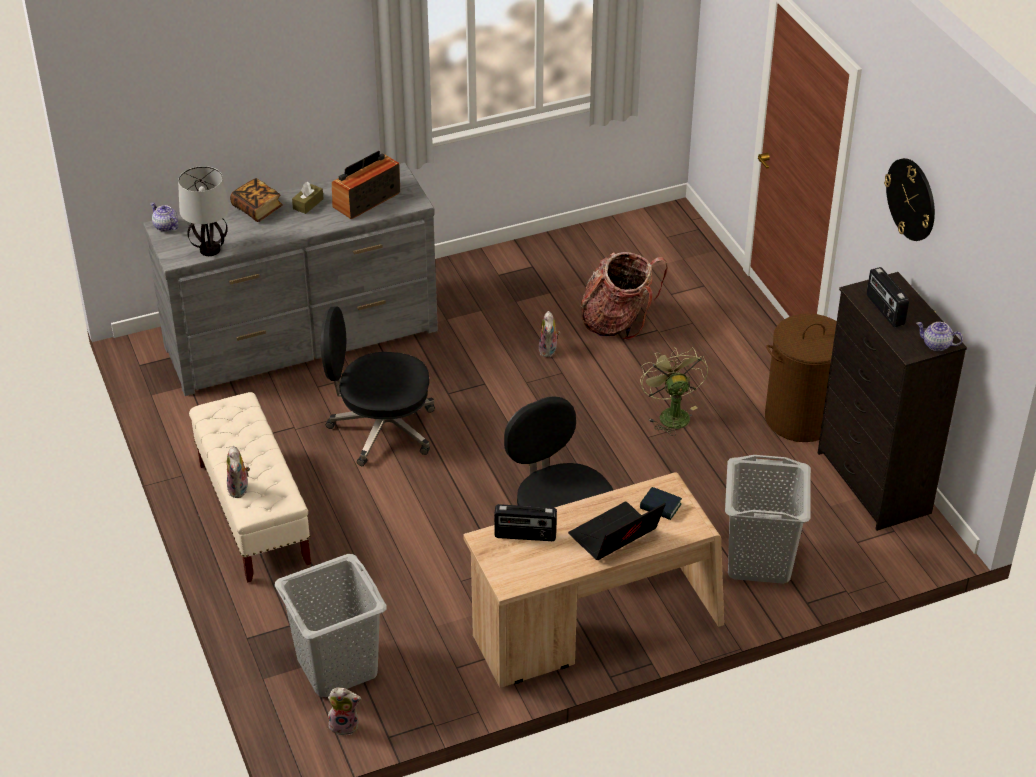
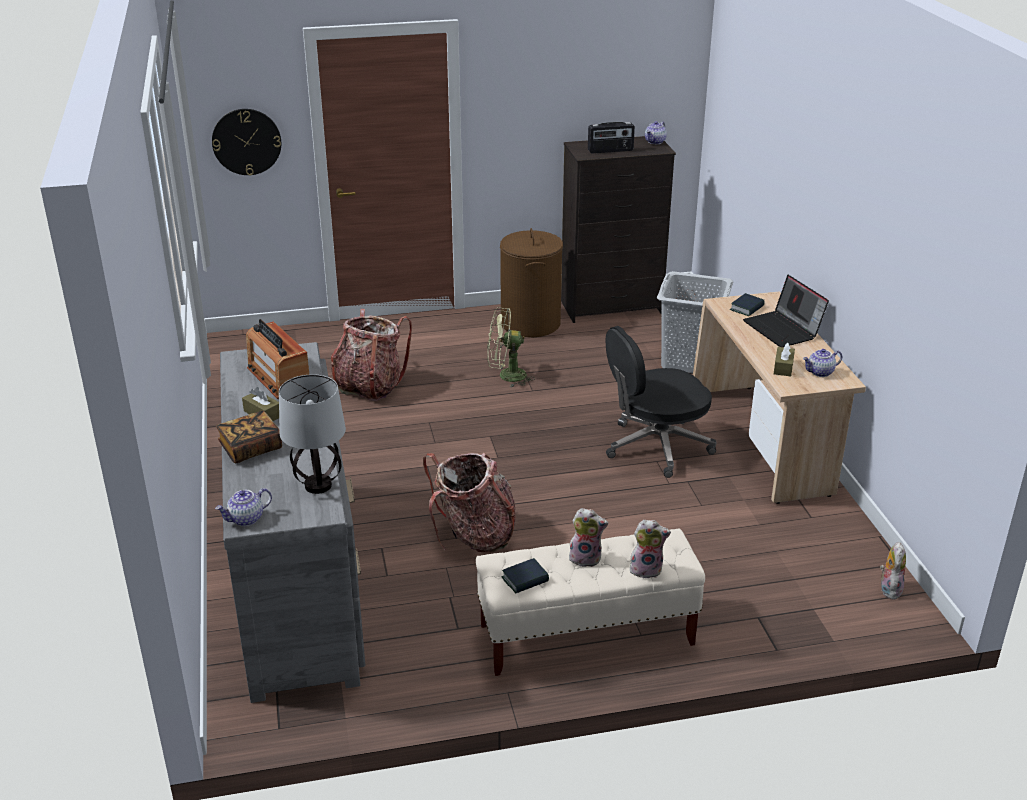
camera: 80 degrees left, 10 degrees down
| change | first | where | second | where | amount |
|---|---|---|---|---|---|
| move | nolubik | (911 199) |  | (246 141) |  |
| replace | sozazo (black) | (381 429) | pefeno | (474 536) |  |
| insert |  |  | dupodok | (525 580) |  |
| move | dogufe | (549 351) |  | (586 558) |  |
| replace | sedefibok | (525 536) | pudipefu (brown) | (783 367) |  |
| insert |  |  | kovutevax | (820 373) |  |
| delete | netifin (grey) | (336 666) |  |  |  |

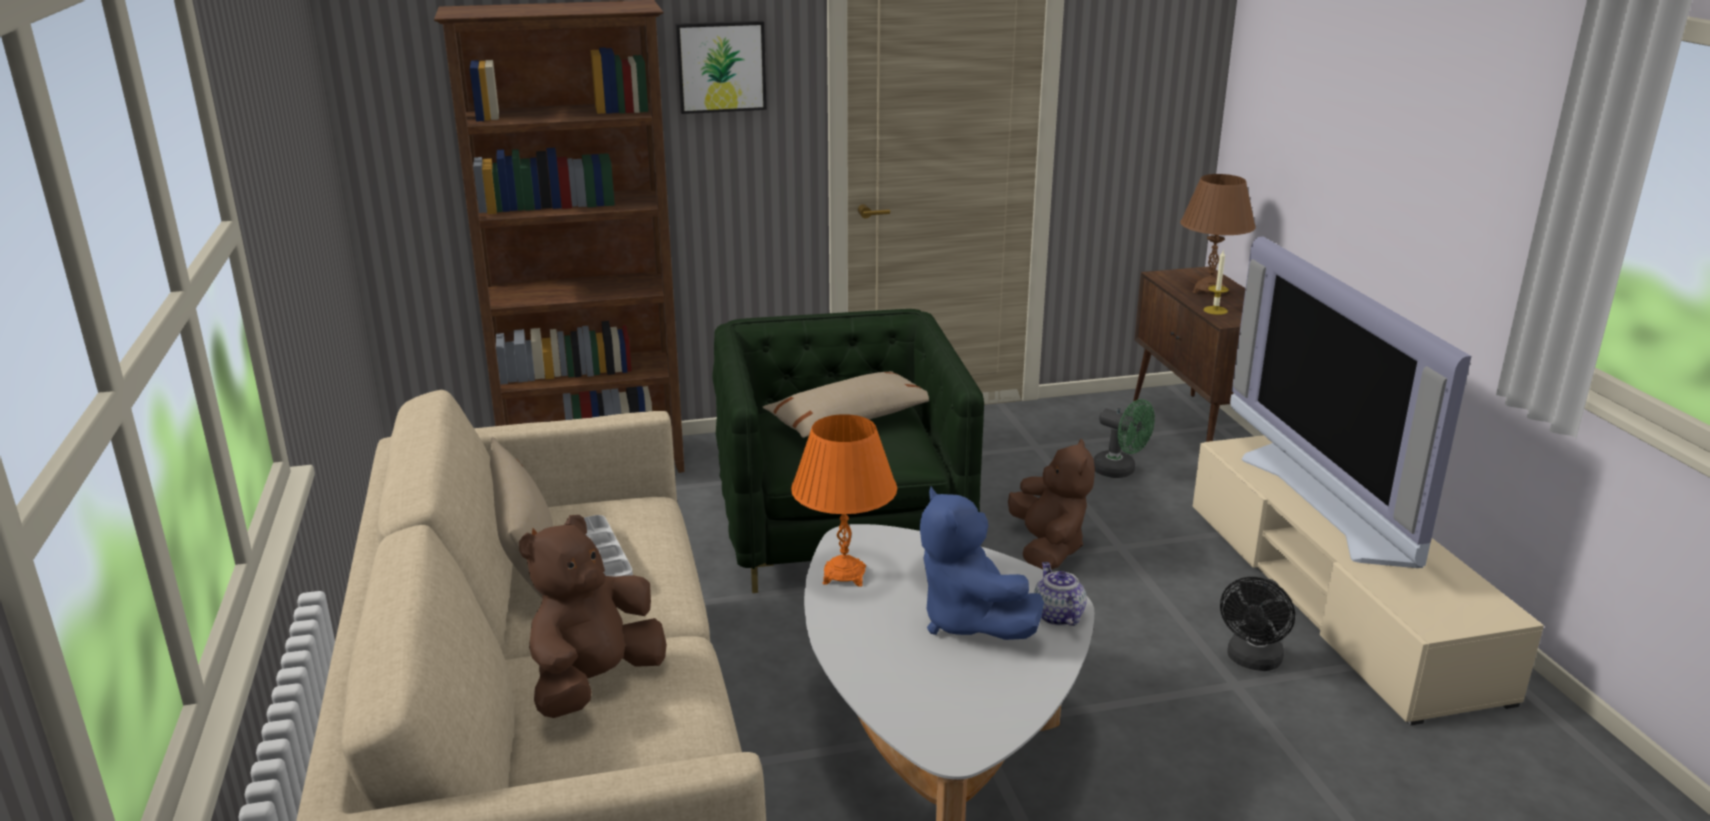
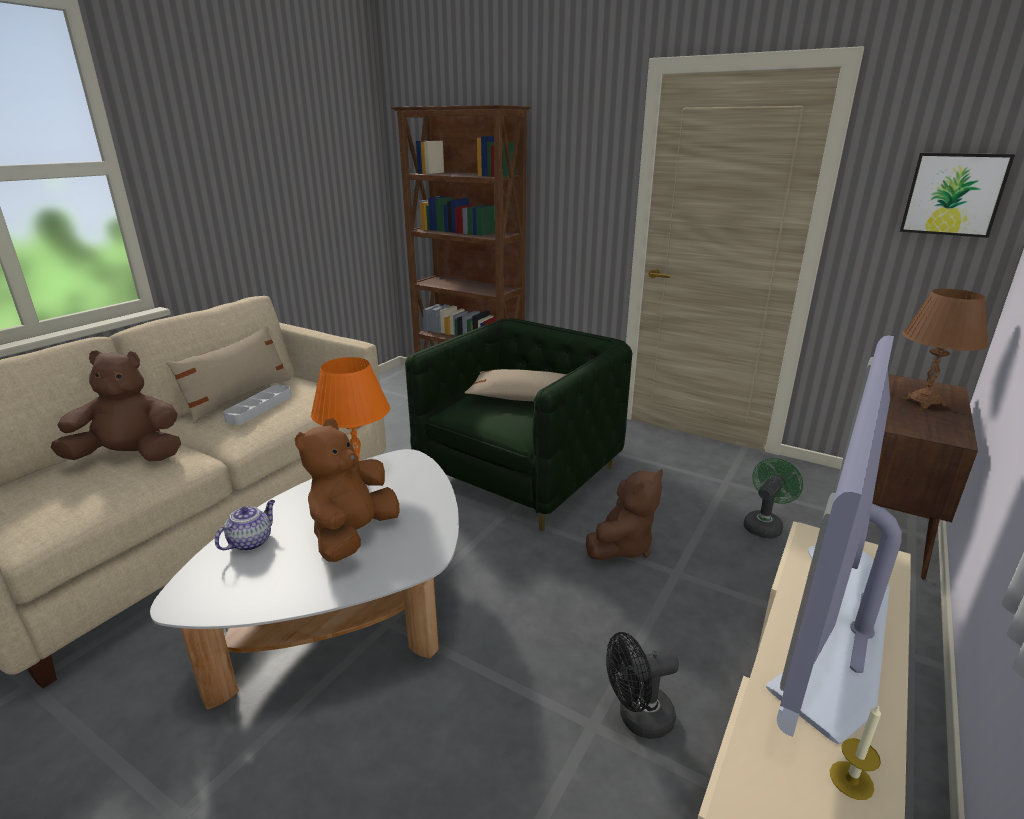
camera: 45 degrees right, 0 degrees up
| change | first | where | second | where | amount |
|---|---|---|---|---|---|
| move | kovutevax | (1057 615) |  | (251 541) |  |
| recolor | dogufe (blue) | (969 621) | dogufe (brown) | (353 536) |  |
| rotate | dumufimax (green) | (1120 471) |  | (764 525) | 135 degrees counterclockwise |
| move | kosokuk | (1215 310) |  | (851 780) |  |
| move | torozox | (721 66) |  | (953 194) |  |

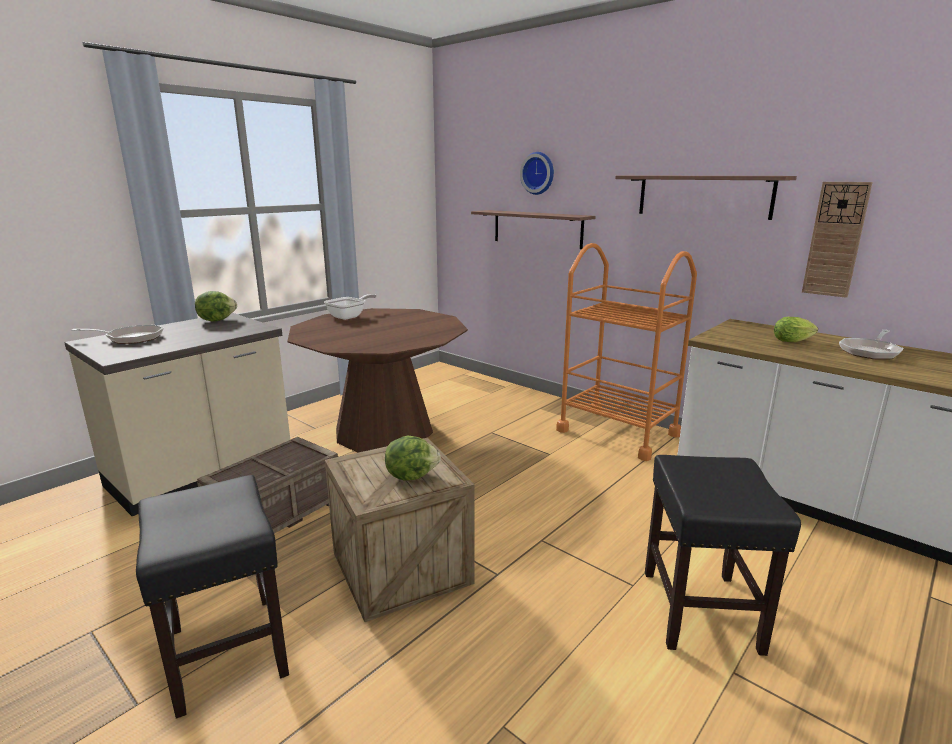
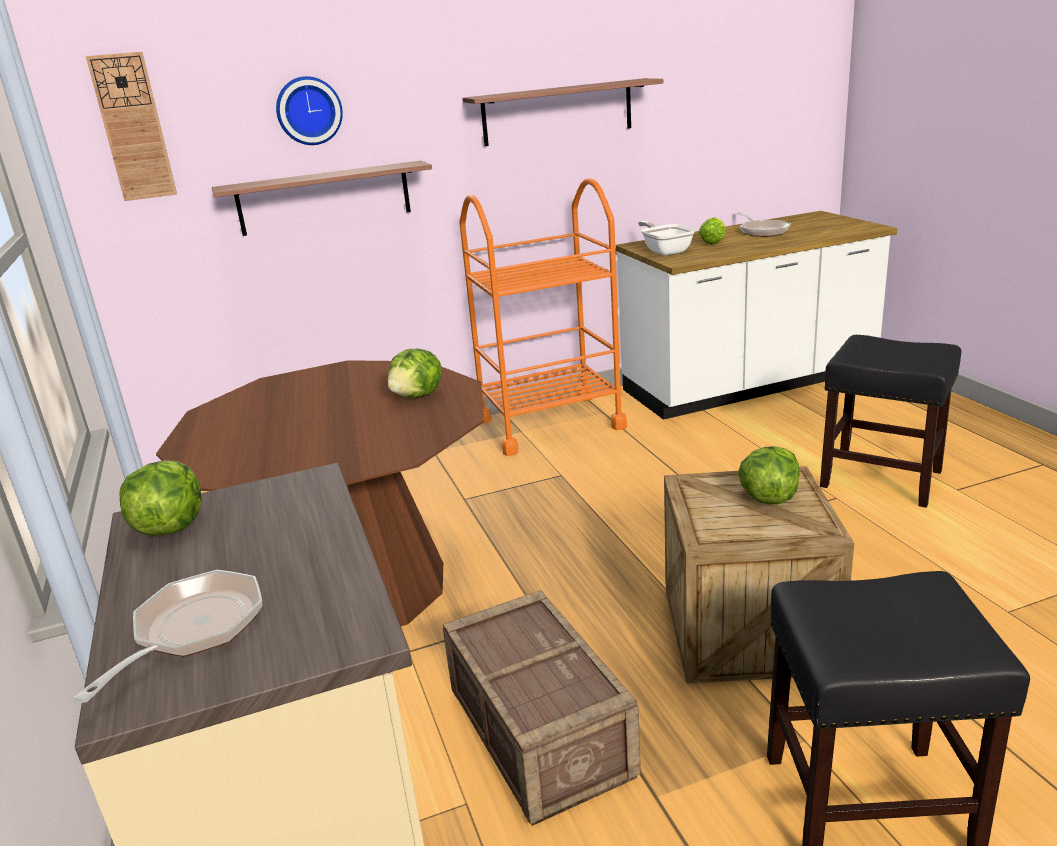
camera: 60 degrees left, 5 degrees up
| change | first | where | second | where | amount |
|---|---|---|---|---|---|
| move | nolubik | (835 239) |  | (133 127) |  |
| insert |  |  | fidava | (418 396) |  |
| move | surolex | (349 316) |  | (665 251) |  |

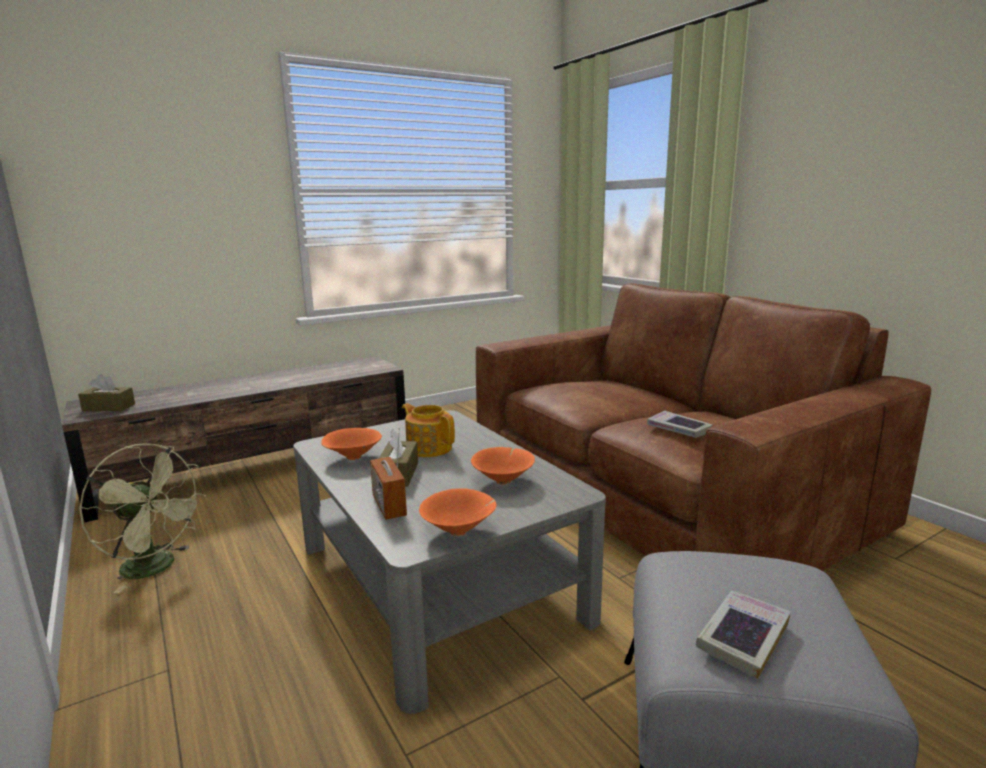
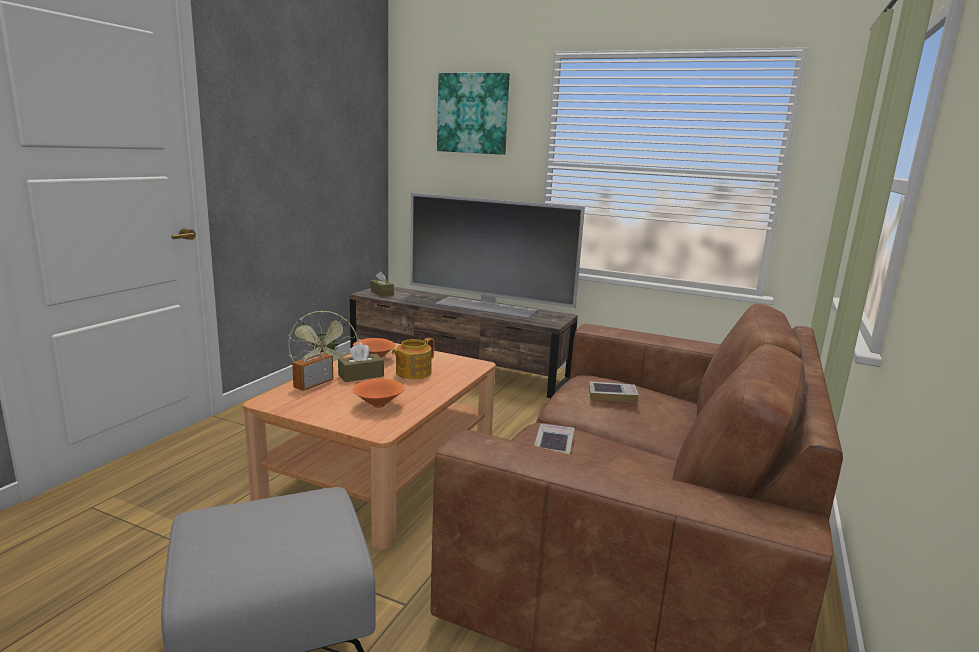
camera: 55 degrees right, 0 degrees up
| change | first | where | second | where | amount |
|---|---|---|---|---|---|
| recolor | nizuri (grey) | (439 581) | nizuri (brown) | (383 470) |  |
| rotate | kovutevax | (429 448) |  | (412 373) | 150 degrees counterclockwise |
| insert |  |  | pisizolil | (487 307) |  |
| insert |  |  | torozox | (473 113) |  |
| move | dupodok | (742 638) |  | (612 395) |  |
| delete | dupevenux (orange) | (460 531) |  |  |  |

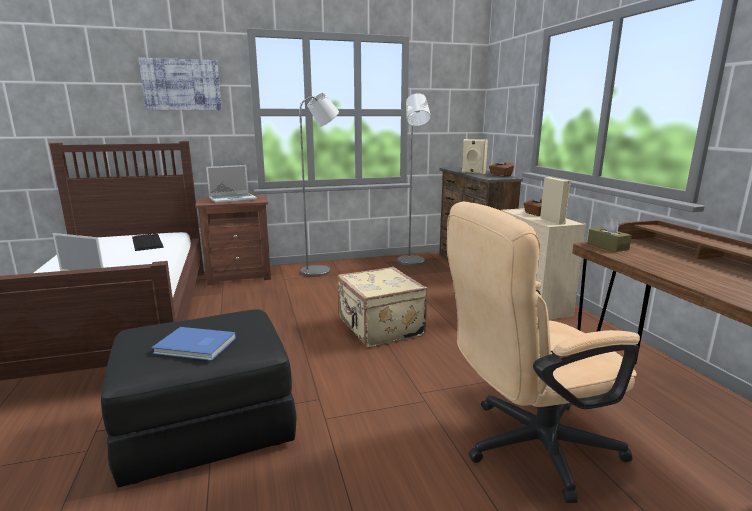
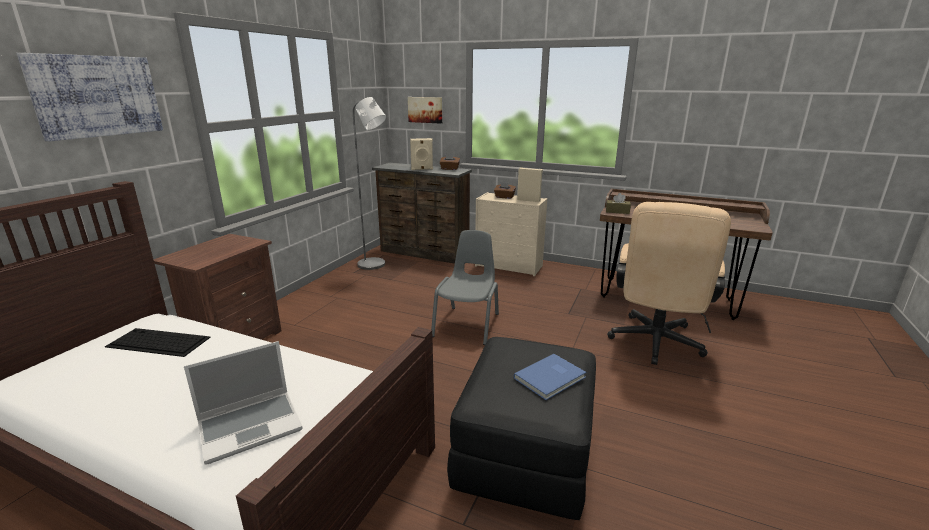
camera: 50 degrees left, 5 degrees up
| change | first | where | second | where | amount |
|---|---|---|---|---|---|
| insert |  |  | torozox | (425 109) |  |
| replace | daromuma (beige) | (379 328) | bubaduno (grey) | (467 325) |  |
| delete | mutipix | (233 199) |  |  |  |
| delete | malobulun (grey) | (321 271) |  |  |  |

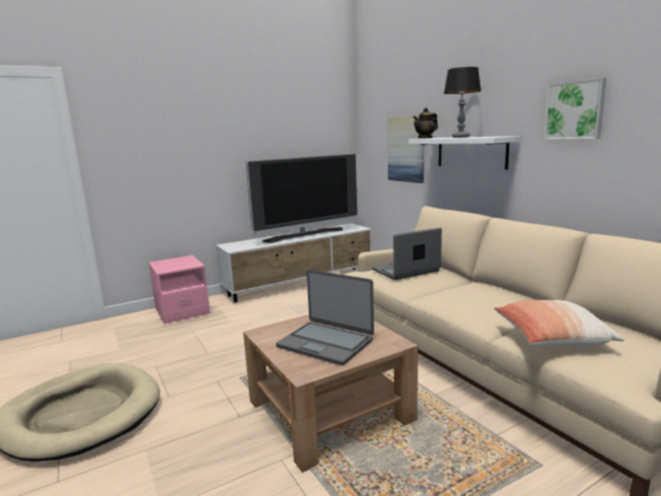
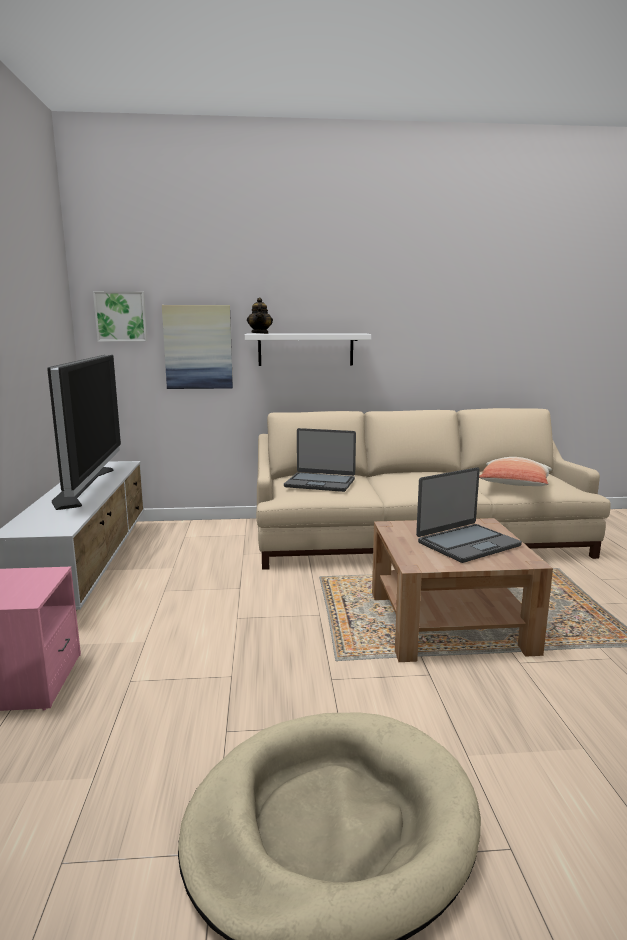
camera: 65 degrees left, 0 degrees up
| change | first | where | second | where | amount |
|---|---|---|---|---|---|
| move | torozox | (575 110) |  | (121 316) |  |
| rotate | mutipix | (406 271) |  | (320 483) | 75 degrees counterclockwise |
| delete | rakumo | (461 137) |  |  |  |

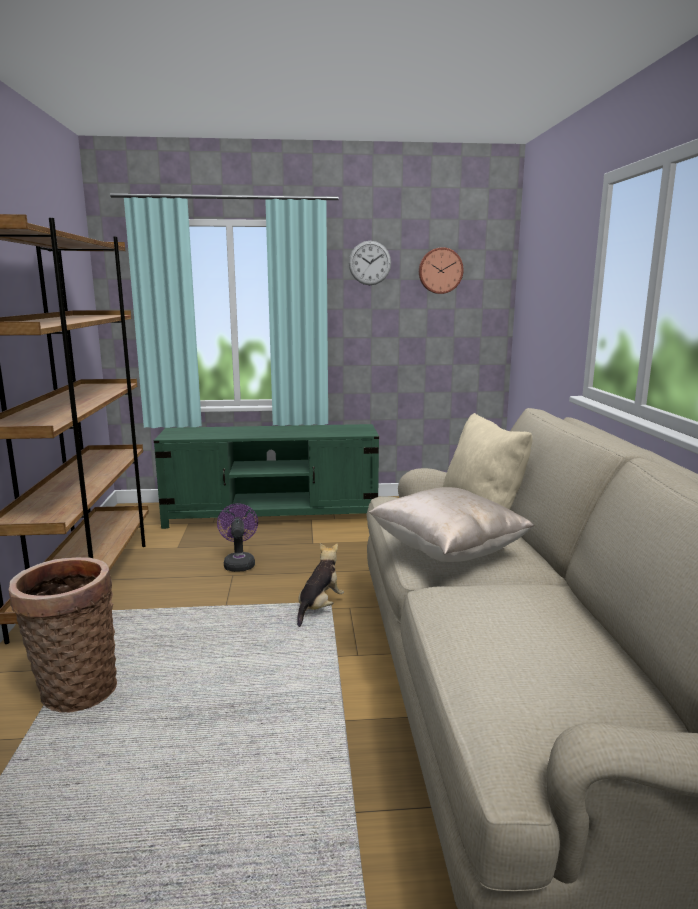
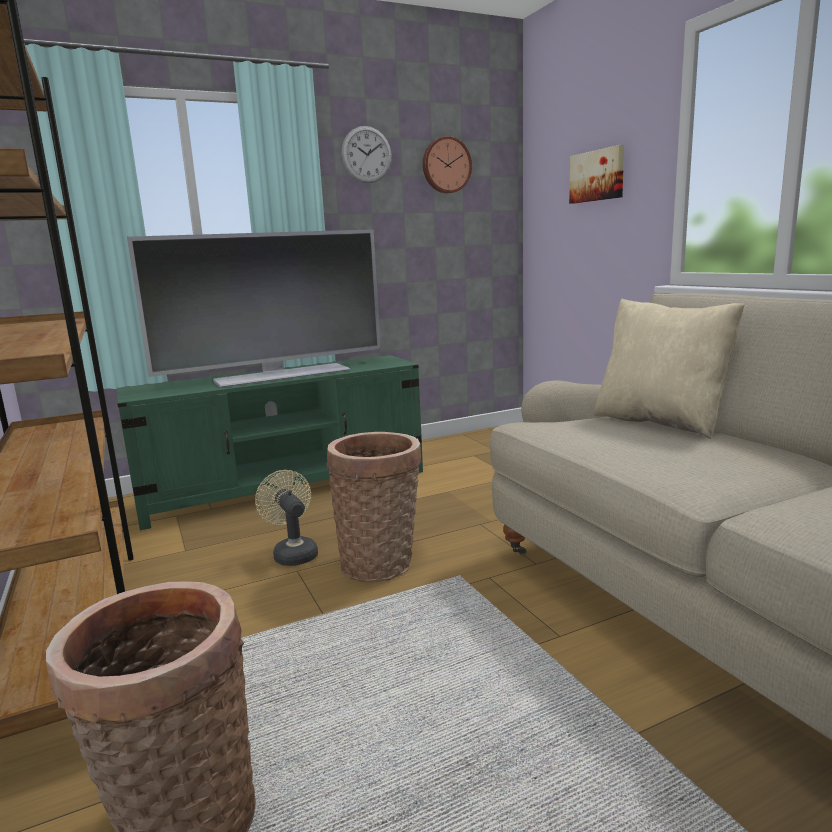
camera: 20 degrees left, 0 degrees up
| change | first | where | second | where | amount |
|---|---|---|---|---|---|
| insert |  |  | pisizolil | (281 375) |  |
| recolor | dumufimax (purple) | (239 563) | dumufimax (beige) | (293 553) |  |
| insert |  |  | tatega | (381 563) |  |
| insert |  |  | torozox | (597 176) |  |
| delete | dogufe | (319 607) |  |  |  |
| delete | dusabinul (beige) | (447 552) |  |  |  |

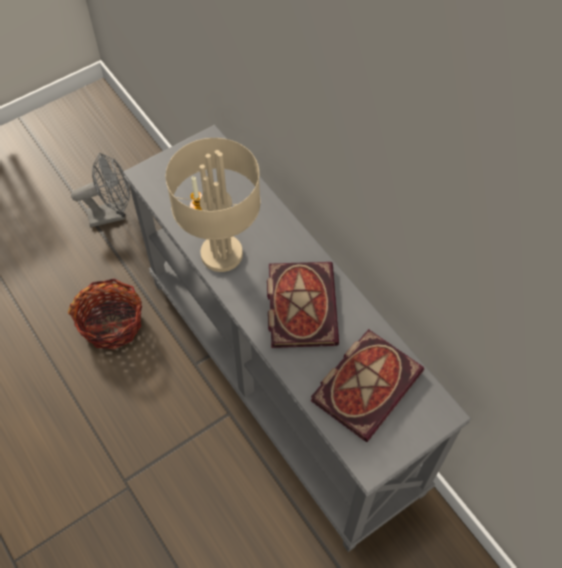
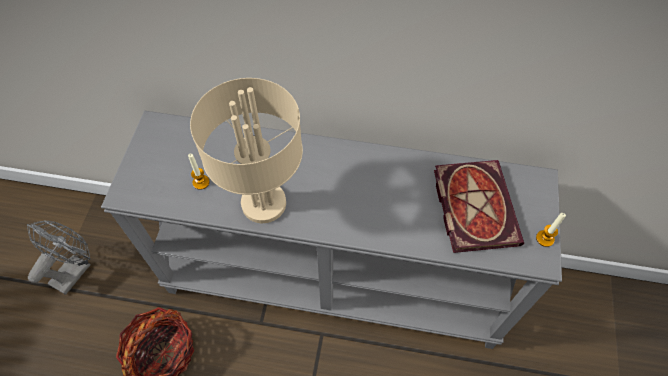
camera: 45 degrees left, 0 degrees up
| change | first | where | second | where | amount |
|---|---|---|---|---|---|
| insert |  |  | kosokuk | (545 238) |  |
| delete | dupodok | (299 304) |  |  |  |

